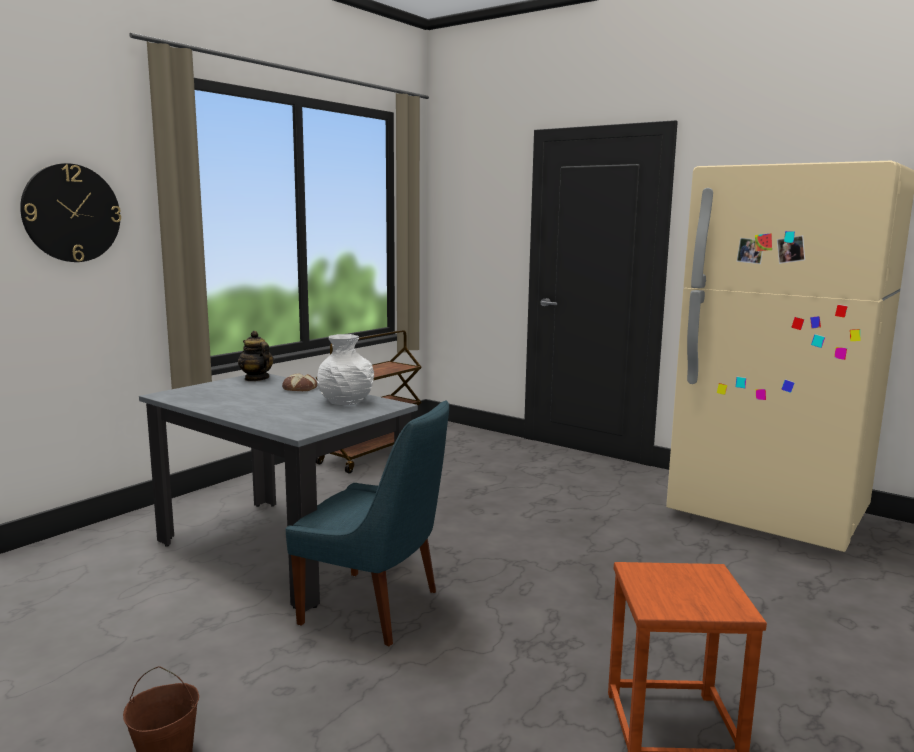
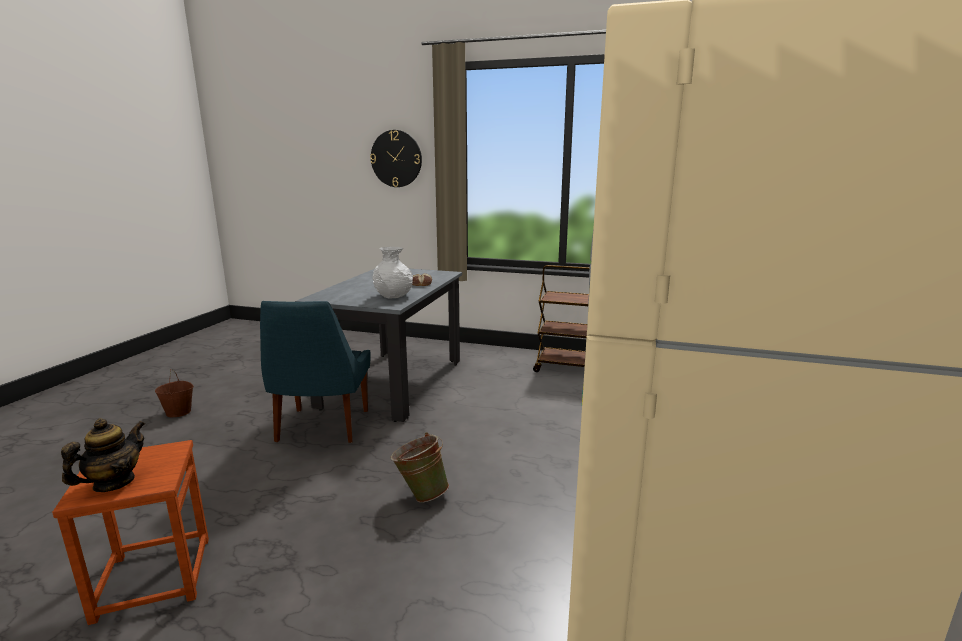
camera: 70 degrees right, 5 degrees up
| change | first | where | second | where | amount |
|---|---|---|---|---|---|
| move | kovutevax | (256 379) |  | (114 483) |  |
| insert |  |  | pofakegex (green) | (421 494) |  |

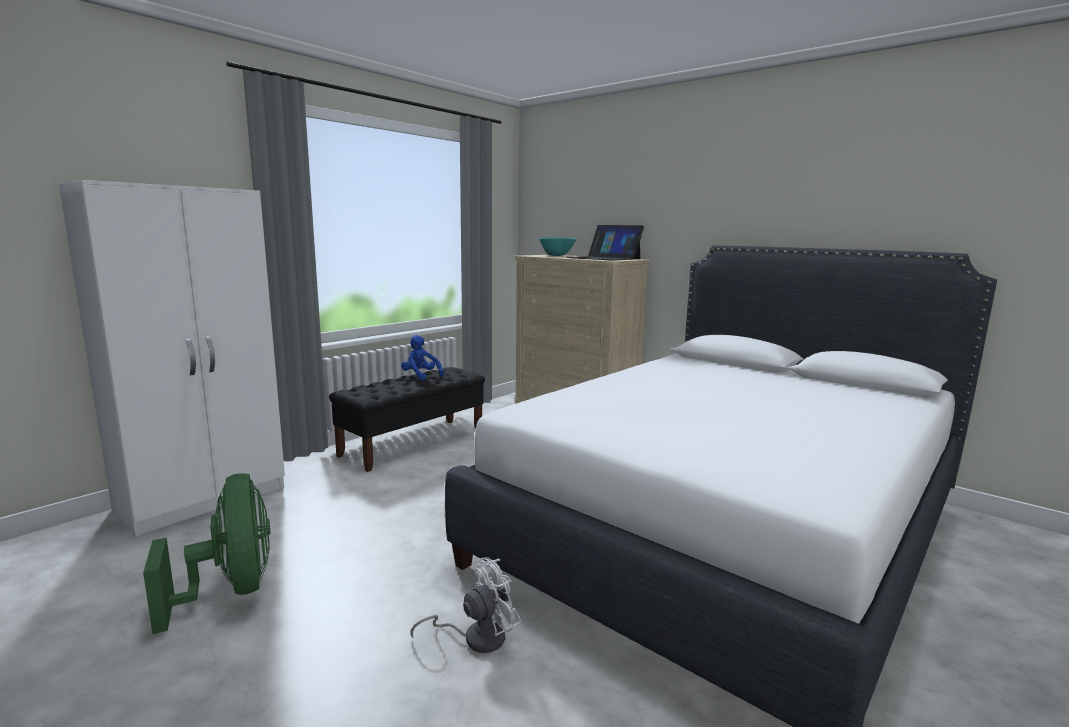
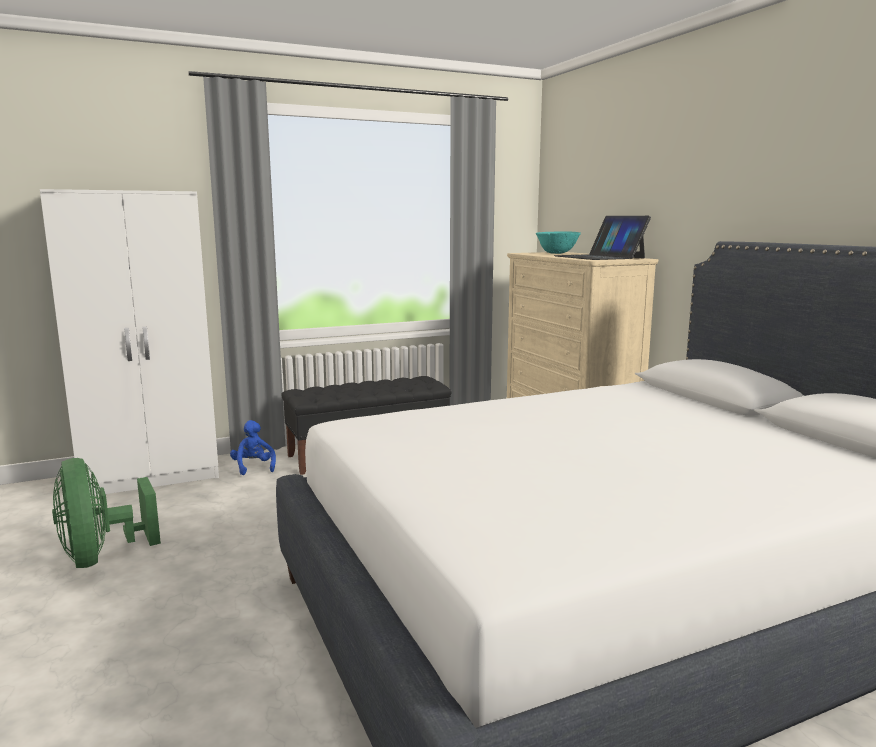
camera: 25 degrees right, 0 degrees up
| change | first | where | second | where | amount |
|---|---|---|---|---|---|
| rotate | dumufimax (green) | (231 591) |  | (101 557) | 150 degrees clockwise |
| move | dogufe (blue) | (420 376) |  | (253 467) |  |
| delete | dumufimax (white) | (476 637) |  |  |  |

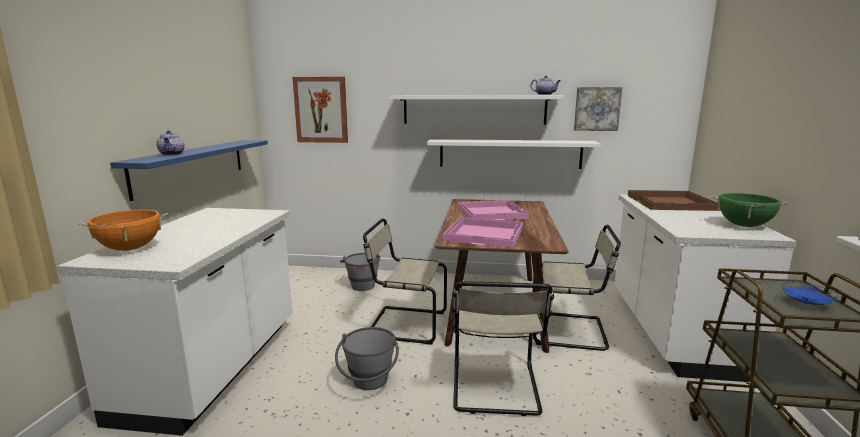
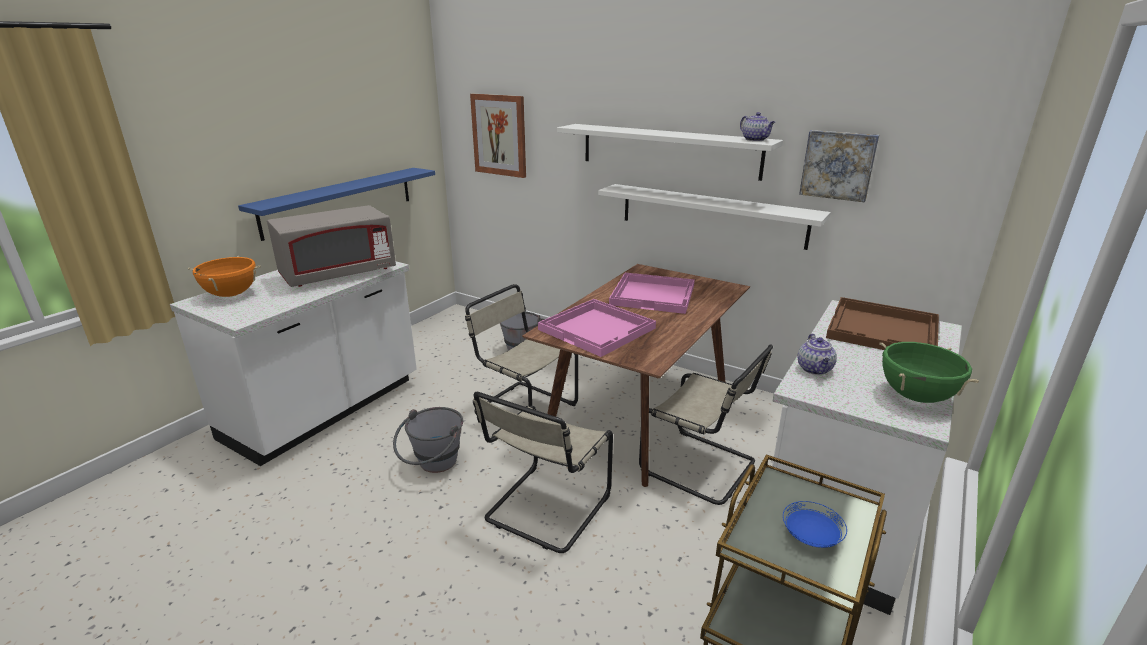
camera: 25 degrees right, 10 degrees up
| change | first | where | second | where | amount |
|---|---|---|---|---|---|
| insert |  |  | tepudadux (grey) | (338 274) |  |
| move | kovutevax | (172 154) |  | (815 369) |  |

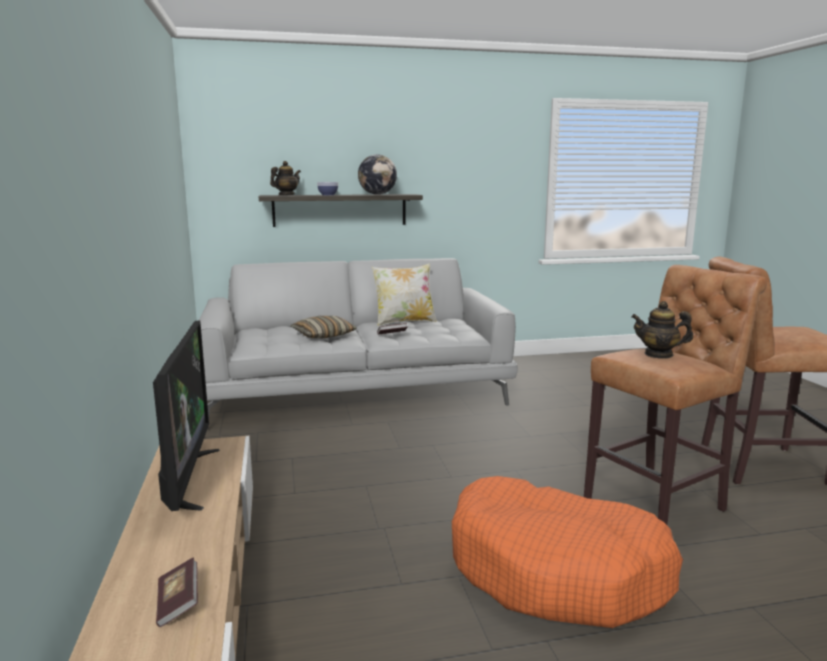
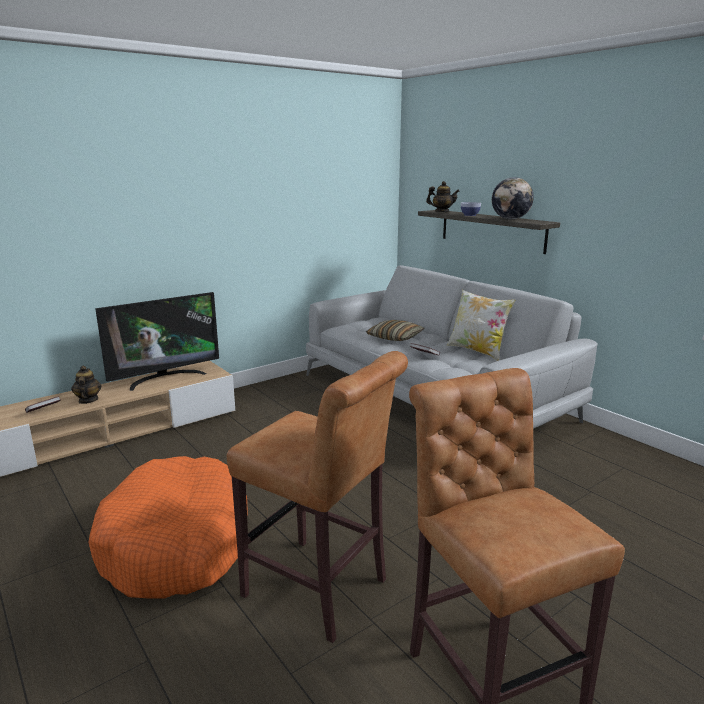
camera: 65 degrees right, 5 degrees up
| change | first | where | second | where | amount |
|---|---|---|---|---|---|
| move | kovutevax | (659 354) |  | (88 400) |  |

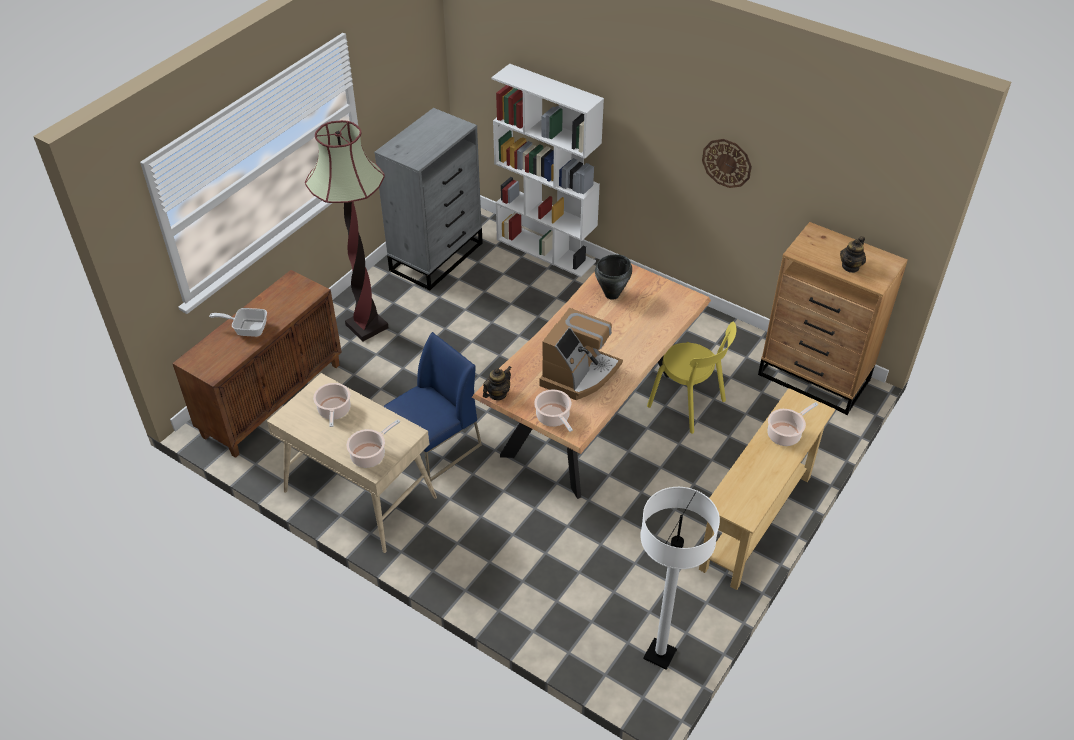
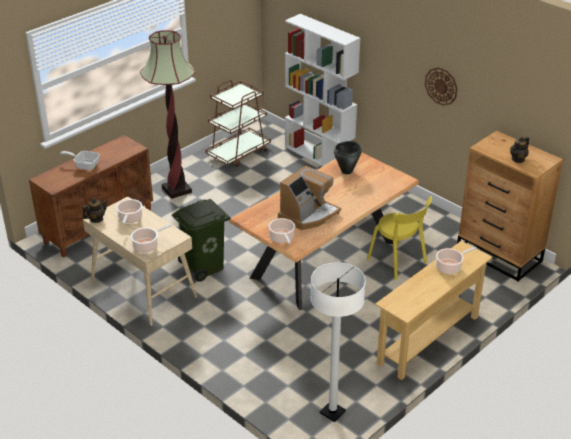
camera: 10 degrees right, 10 degrees down
| change | first | where | second | where | amount |
|---|---|---|---|---|---|
| move | kovutevax | (497 394) |  | (96 219) |  |
| replace | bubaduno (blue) | (435 446) | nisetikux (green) | (204 267) |  |
| replace | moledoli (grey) | (437 256) | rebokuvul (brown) | (239 153) |  |

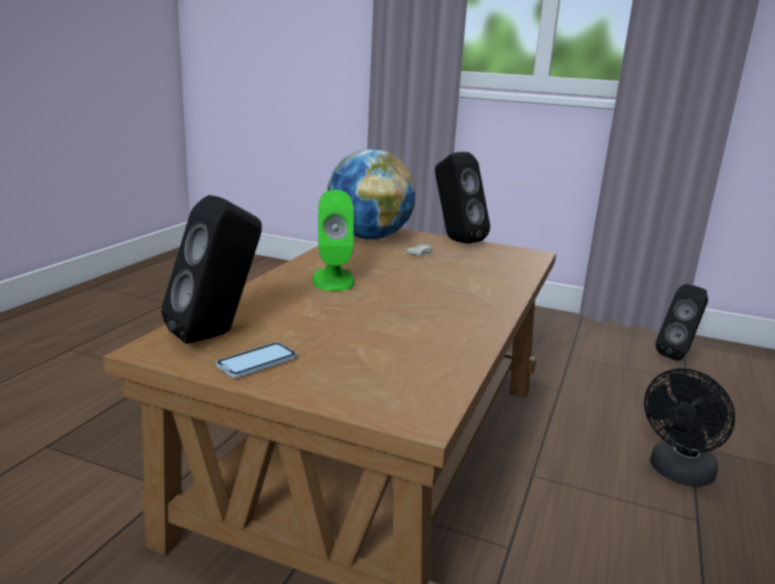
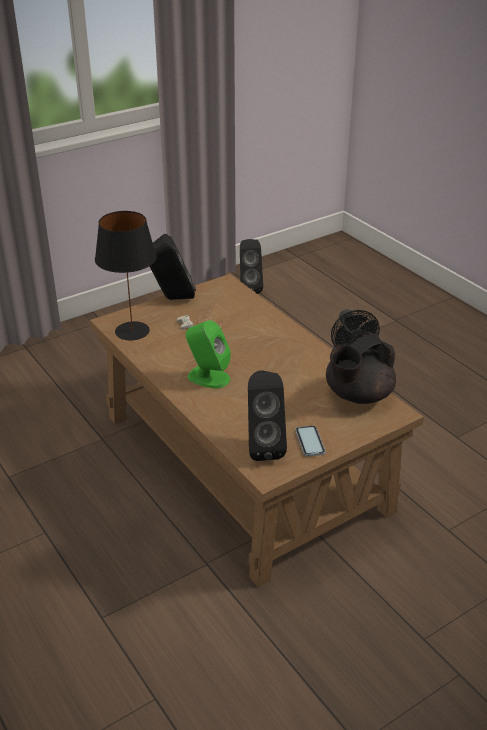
camera: 55 degrees left, 15 degrees up
| change | first | where | second | where | amount |
|---|---|---|---|---|---|
| replace | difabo | (369 237) | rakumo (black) | (131 331) |  |
| insert |  |  | kovutevax (black) | (357 395) |  |

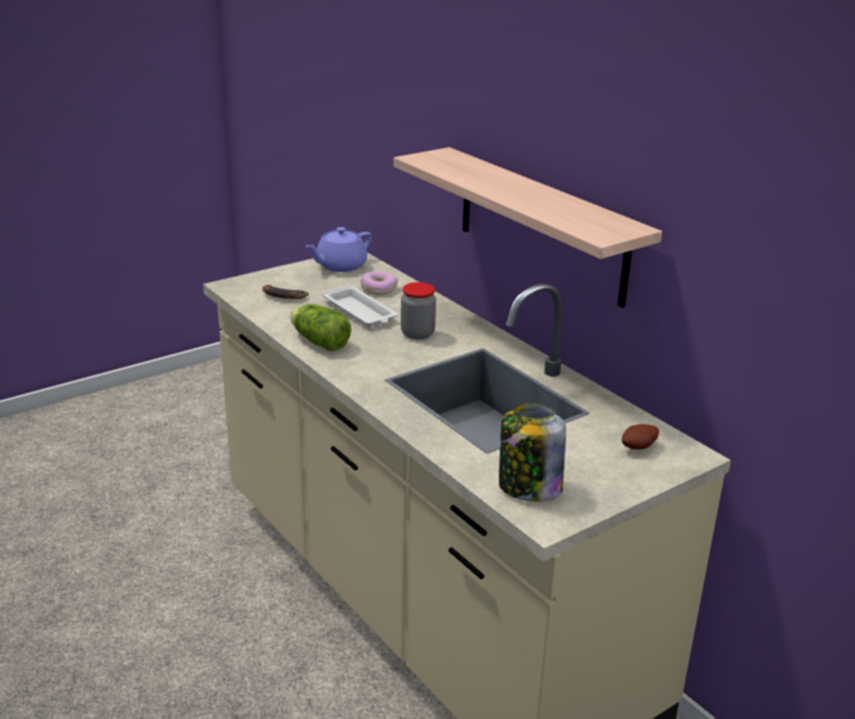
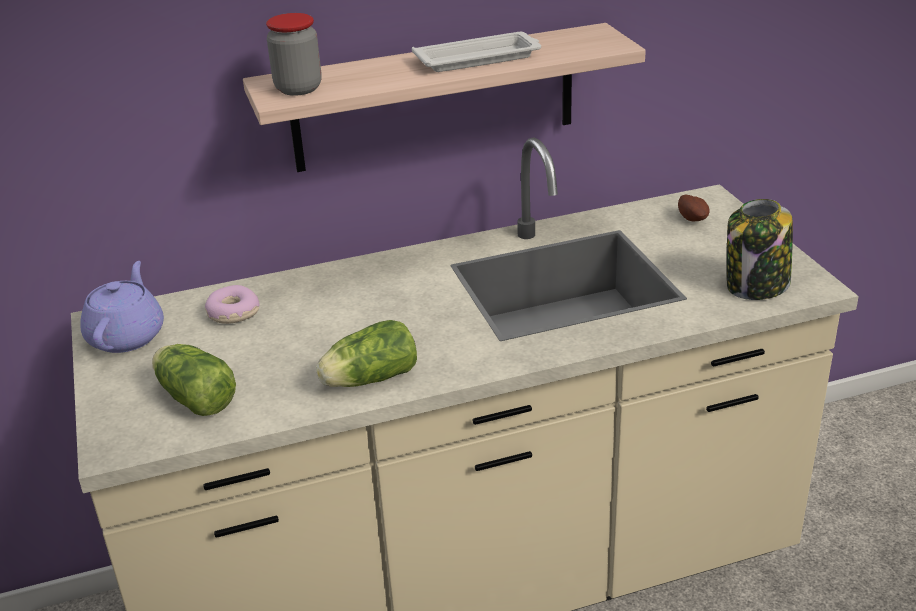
camera: 70 degrees left, 5 degrees up
| change | first | where | second | where | amount |
|---|---|---|---|---|---|
| rotate | kovutevax (purple) | (340 266) |  | (127 335) | 150 degrees counterclockwise |
| replace | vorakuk | (284 295) | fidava | (194 396) |  |
| move | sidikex | (417 333) |  | (298 88) |  |
| move | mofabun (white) | (360 312) |  | (479 59) |  |

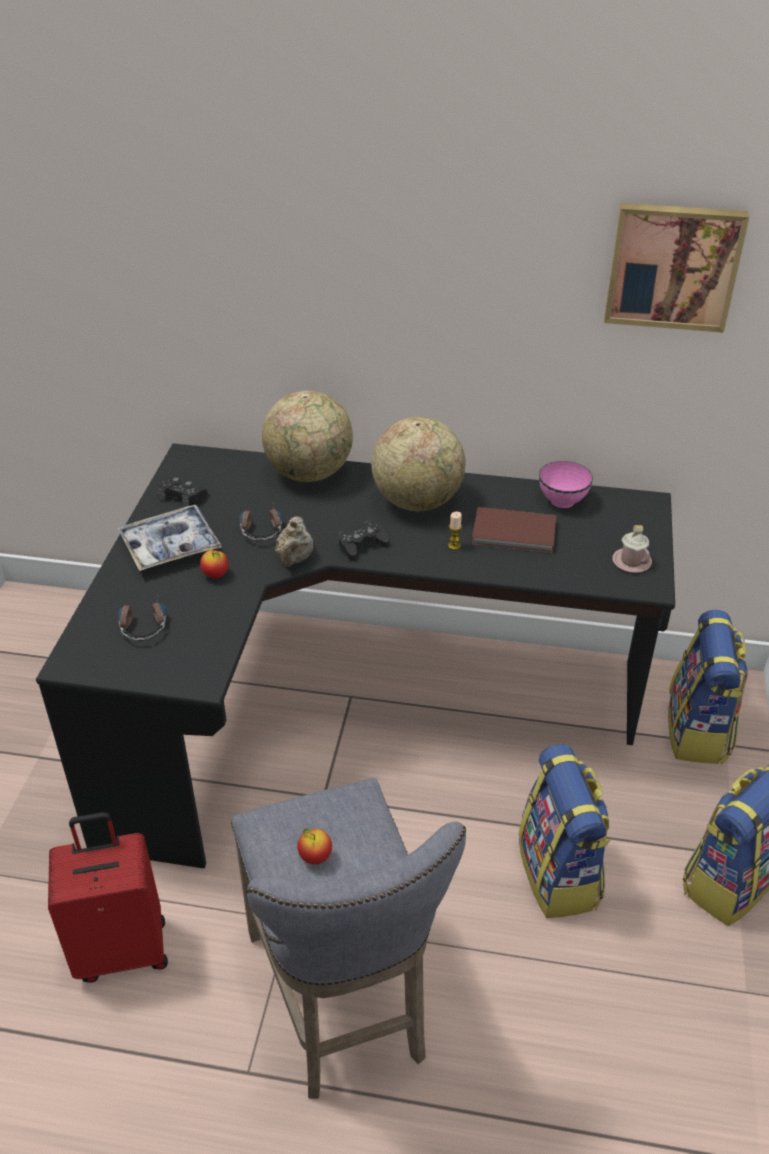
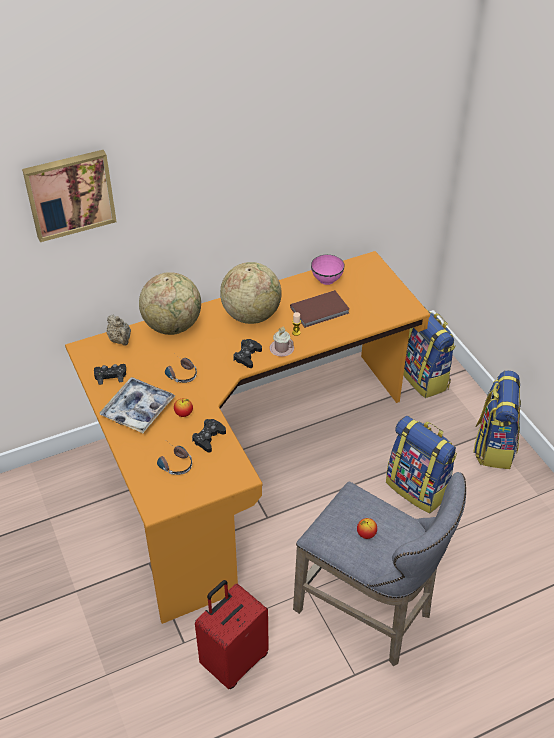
camera: 35 degrees left, 5 degrees up
| change | first | where | second | where | amount |
|---|---|---|---|---|---|
| move | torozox | (673 266) |  | (69 193) |  |
| recolor | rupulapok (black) | (353 712) | rupulapok (orange) | (241 461) |  |
| move | kovutevax (beige) | (294 559) |  | (120 340) |  |
| insert |  |  | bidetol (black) | (208 438) |  |
| move | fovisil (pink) | (631 562) |  | (281 349) |  |

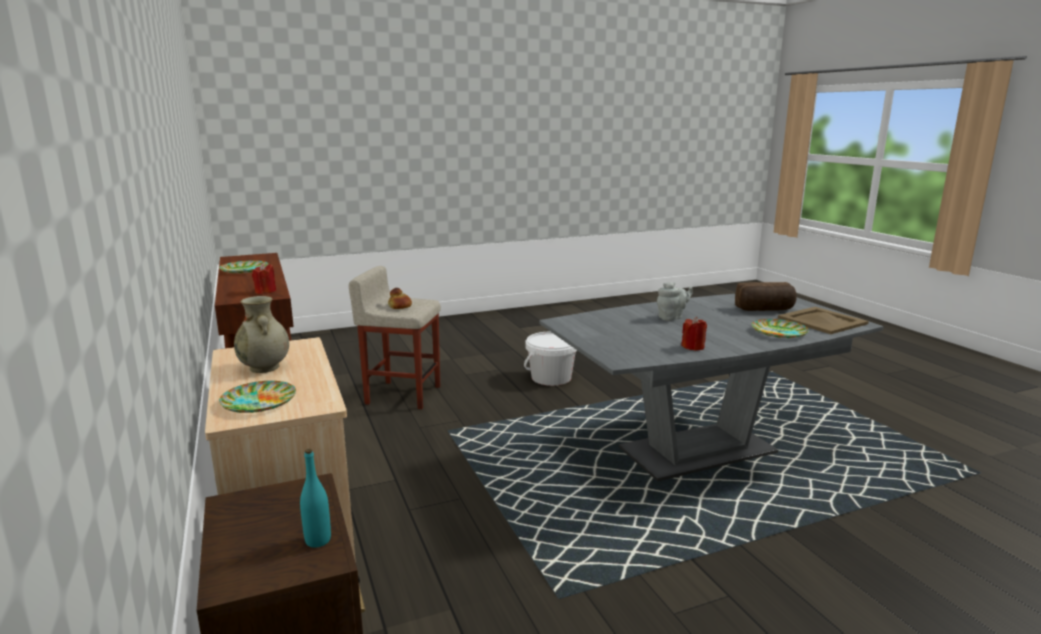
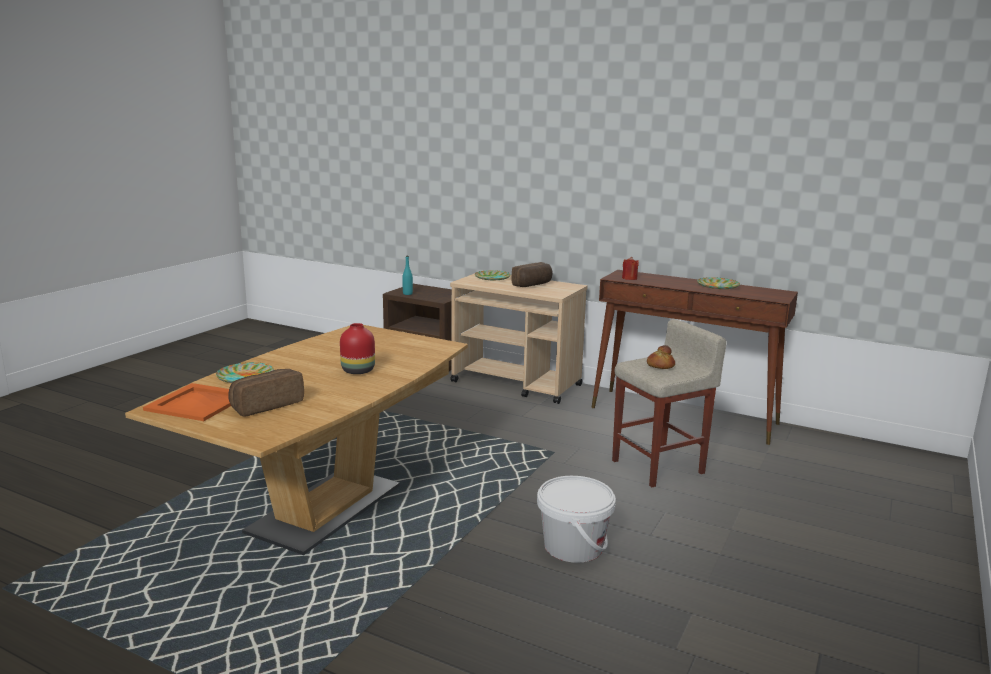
camera: 140 degrees right, 0 degrees up
| change | first | where | second | where | amount |
|---|---|---|---|---|---|
| recolor | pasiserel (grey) | (697 450) | pasiserel (brown) | (325 509) |  |
| recolor | mofabun (beige) | (821 321) | mofabun (orange) | (198 402) |  |
| replace | kovutevax (grey) | (672 317) | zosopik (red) | (358 370) |  |
| replace | zosopik (beige) | (265 368) | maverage | (533 285) |  |
| delete | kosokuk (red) | (693 347) |  |  |  |

